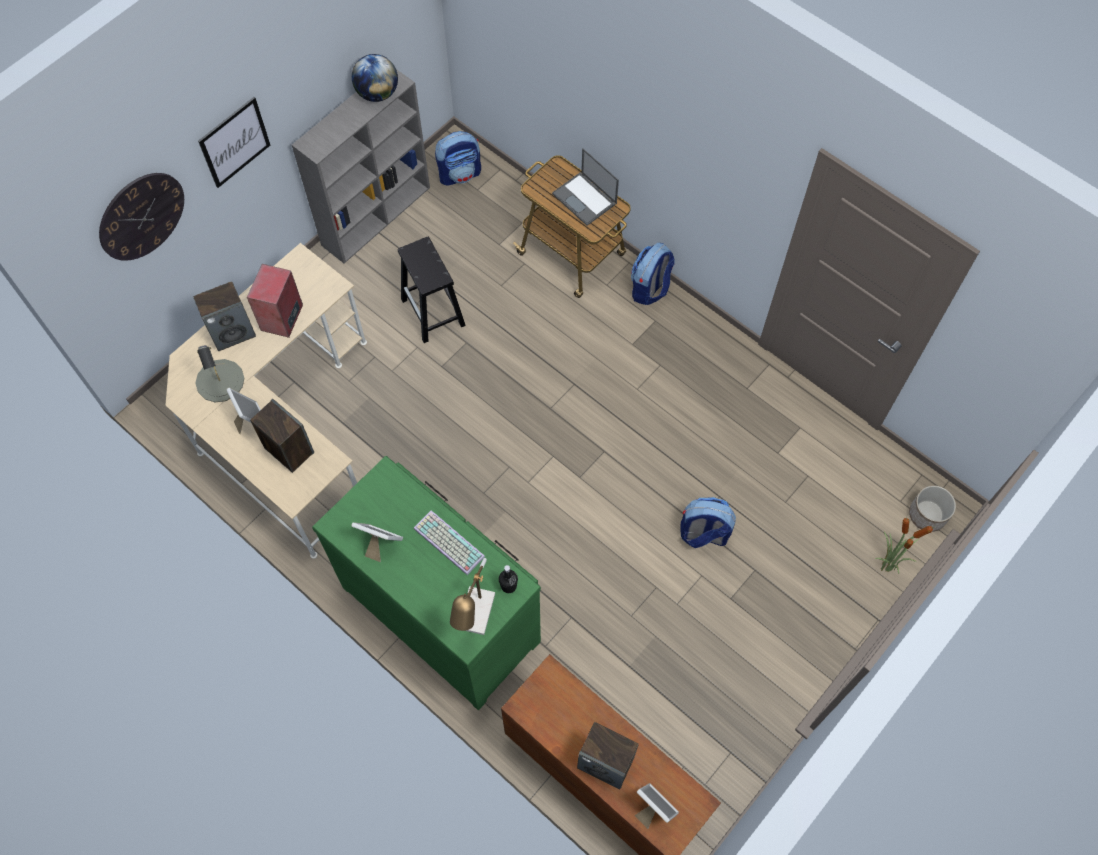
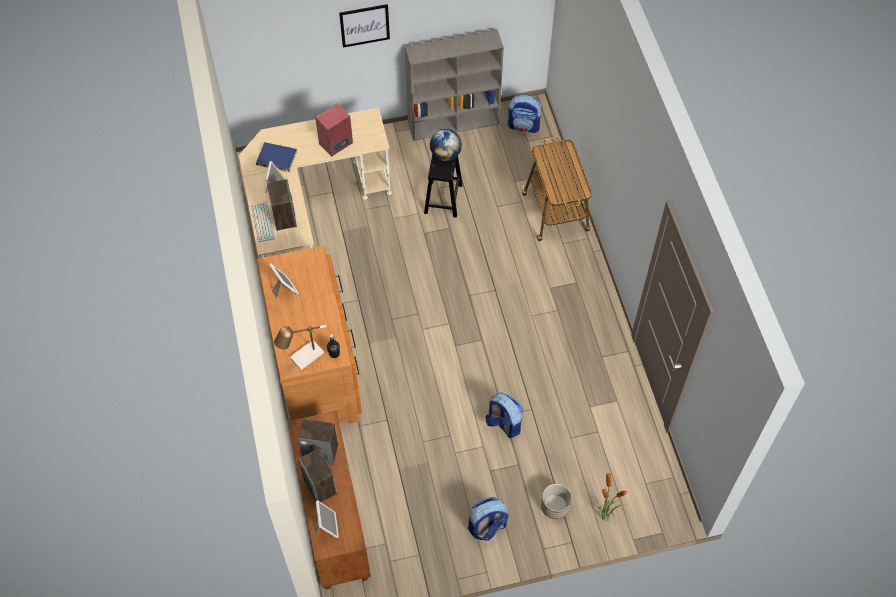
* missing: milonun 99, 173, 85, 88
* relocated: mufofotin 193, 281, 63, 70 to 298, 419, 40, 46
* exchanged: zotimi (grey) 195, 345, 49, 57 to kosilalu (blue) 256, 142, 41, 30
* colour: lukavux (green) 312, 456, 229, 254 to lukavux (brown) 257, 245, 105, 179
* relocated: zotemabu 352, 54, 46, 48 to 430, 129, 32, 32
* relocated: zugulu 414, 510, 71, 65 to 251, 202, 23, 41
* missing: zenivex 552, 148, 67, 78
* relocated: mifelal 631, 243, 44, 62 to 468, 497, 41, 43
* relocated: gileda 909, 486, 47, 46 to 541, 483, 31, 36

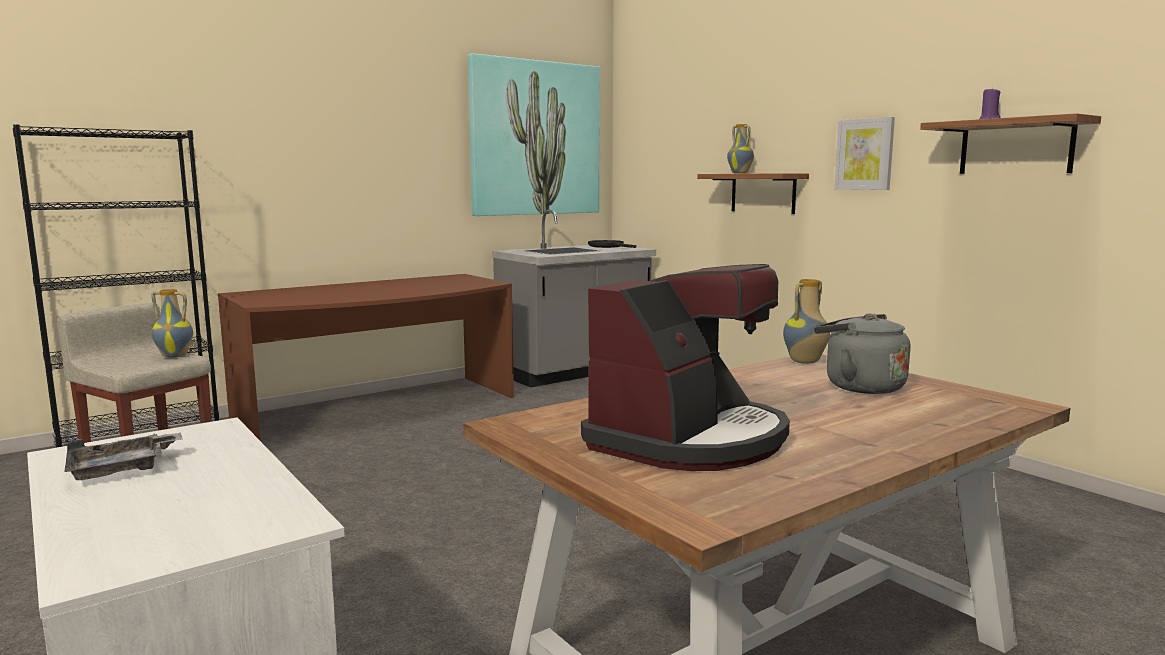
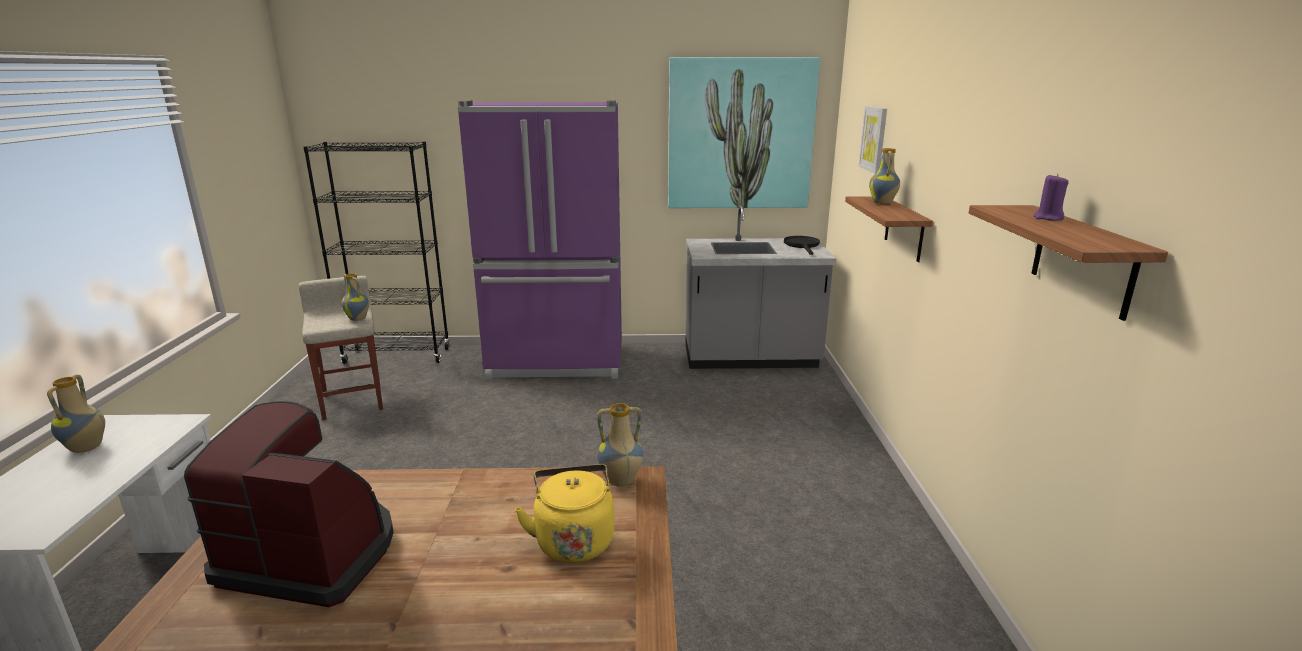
* exchanged: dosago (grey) 65, 432, 118, 48 to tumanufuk 47, 375, 58, 78
* exchanged: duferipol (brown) 218, 274, 296, 166 to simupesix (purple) 458, 100, 164, 280
* spun: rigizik 581, 264, 209, 207 = 184, 401, 210, 206 150 degrees counterclockwise
* colour: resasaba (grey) 814, 313, 97, 81 to resasaba (yellow) 515, 464, 99, 99
* relocated: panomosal 834, 117, 61, 73 to 859, 106, 28, 68

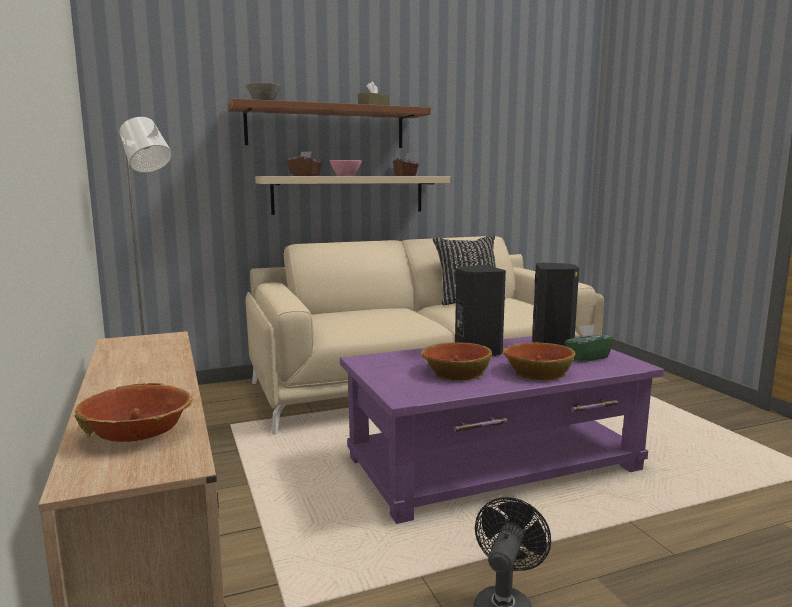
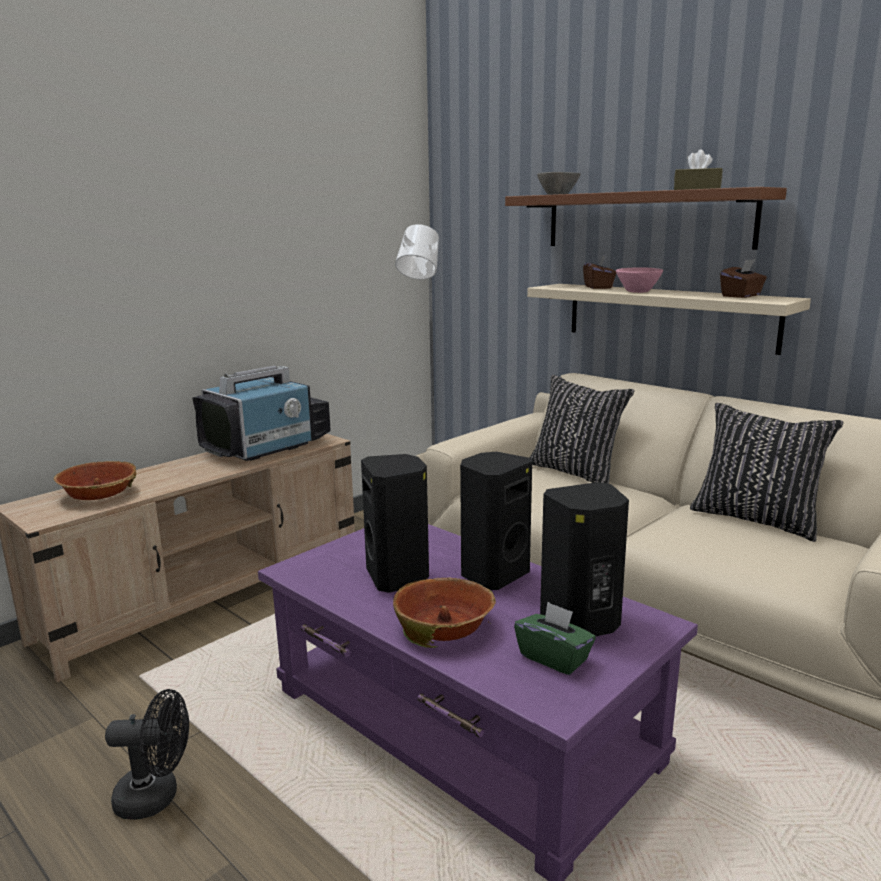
* exchanged: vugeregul 421, 342, 71, 39 to mufofotin (black) 361, 454, 68, 139
* appeared: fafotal 193, 365, 138, 96
* appeared: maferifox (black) 529, 375, 105, 109

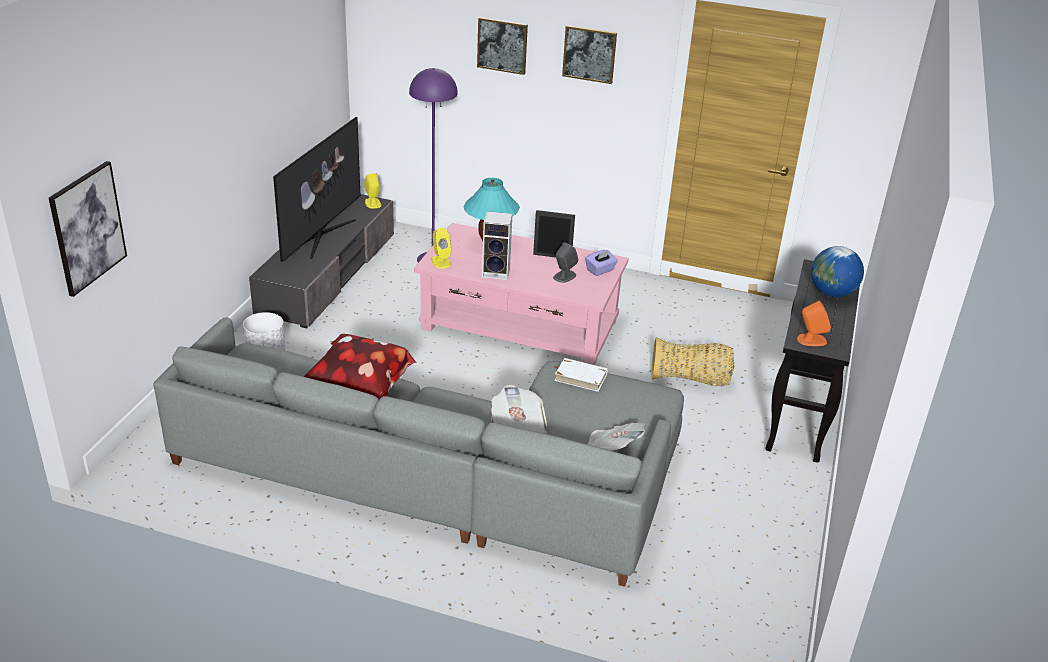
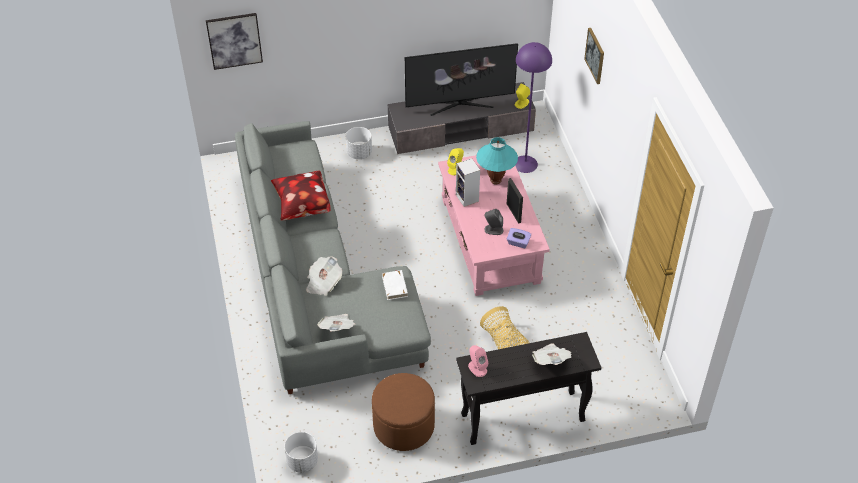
* missing: panomosal 562, 25, 55, 59
* colour: mufofotin (orange) 797, 301, 34, 45 to mufofotin (pink) 468, 345, 20, 32
* exchanged: zotemabu 811, 246, 53, 51 to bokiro 532, 344, 39, 21
* appeared: gileda (white) 284, 432, 34, 41
* appeared: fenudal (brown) 372, 373, 63, 78

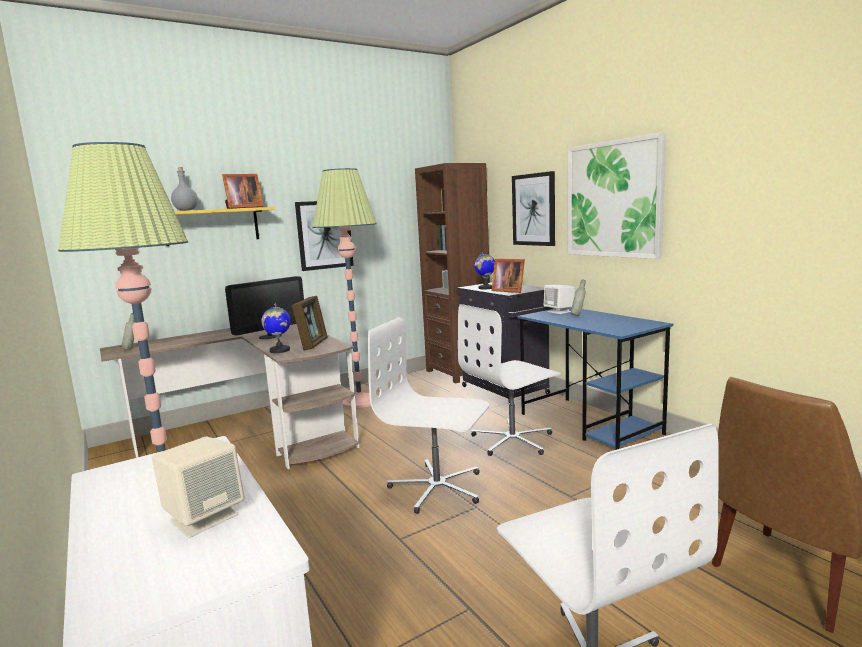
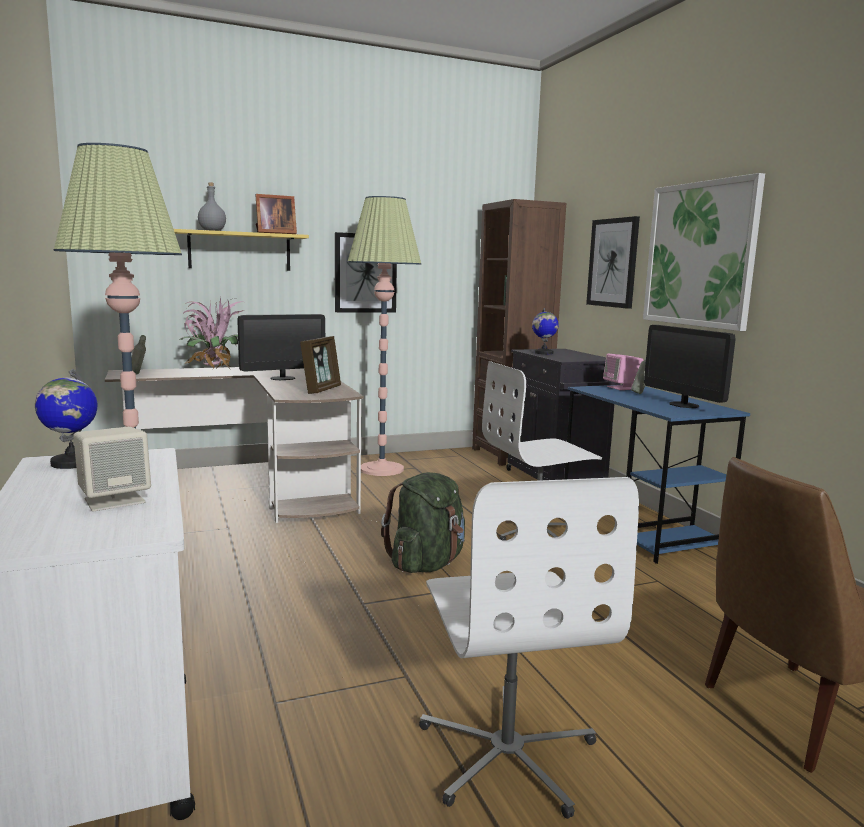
* relocated: zotemabu 261, 303, 30, 50 to 35, 369, 62, 100
* exchanged: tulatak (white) 368, 317, 121, 197 to mifelal (green) 381, 472, 84, 101
* missing: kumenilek 491, 259, 34, 34
* colour: mufofotin (white) 544, 285, 31, 29 to mufofotin (pink) 603, 354, 40, 36
* appeared: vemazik 180, 296, 65, 74
* appeared: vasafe 644, 325, 92, 83

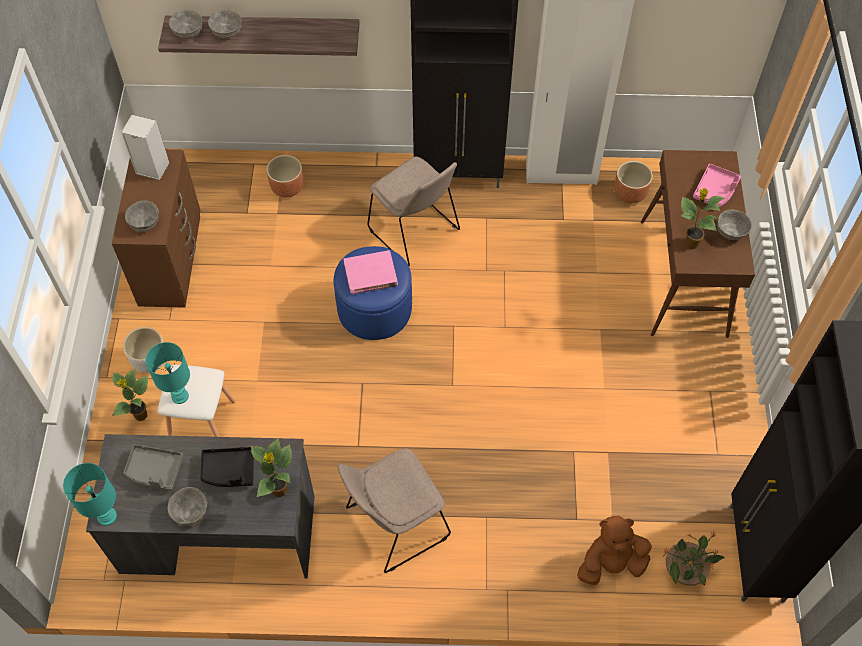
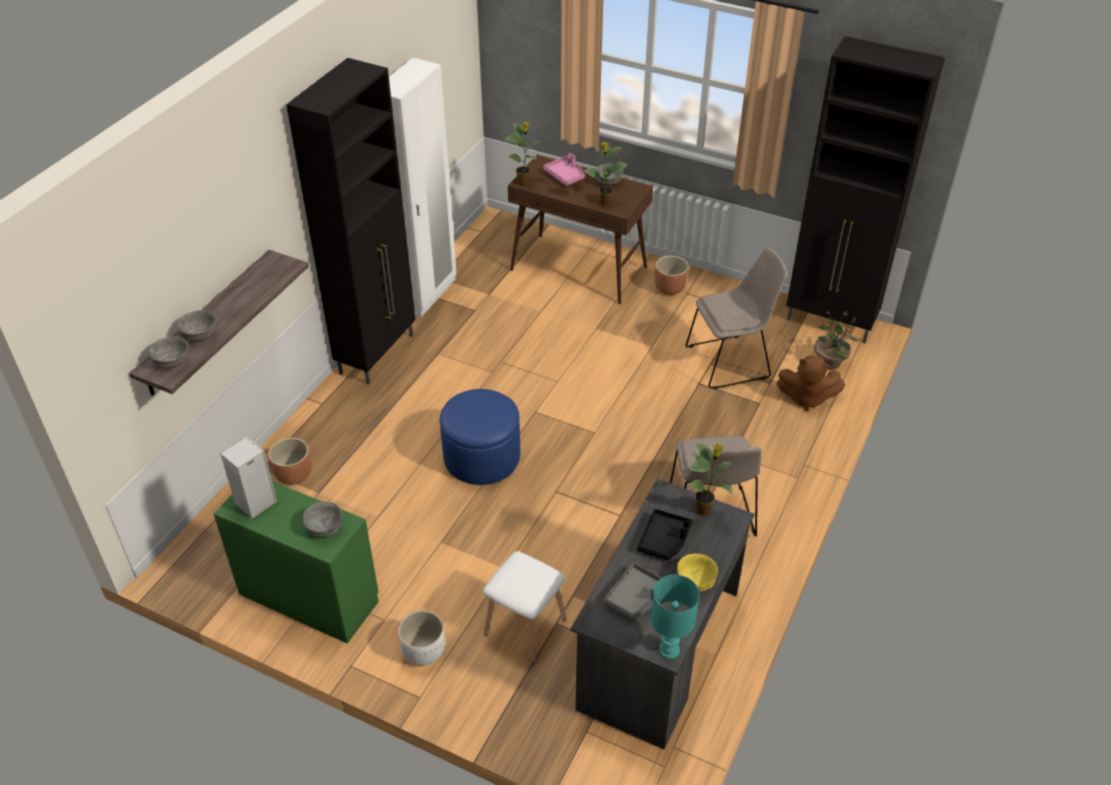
* colour: lukavux (brown) 112, 149, 89, 159 to lukavux (green) 214, 481, 165, 163
* relocated: vemazik 112, 369, 36, 52 to 505, 122, 35, 64
* missing: zotimi (turquoise) 146, 342, 44, 62
* colour: vugeregul (grey) 168, 487, 39, 40 to vugeregul (yellow) 677, 553, 41, 39
* missing: kosilalu (pink) 344, 250, 54, 44
* relocated: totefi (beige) 367, 156, 93, 110 to 685, 248, 102, 141
* spun: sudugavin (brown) 577, 516, 75, 69 = 776, 355, 69, 56 90 degrees counterclockwise
* relocated: gileda (brown) 614, 161, 39, 43 to 655, 256, 34, 39

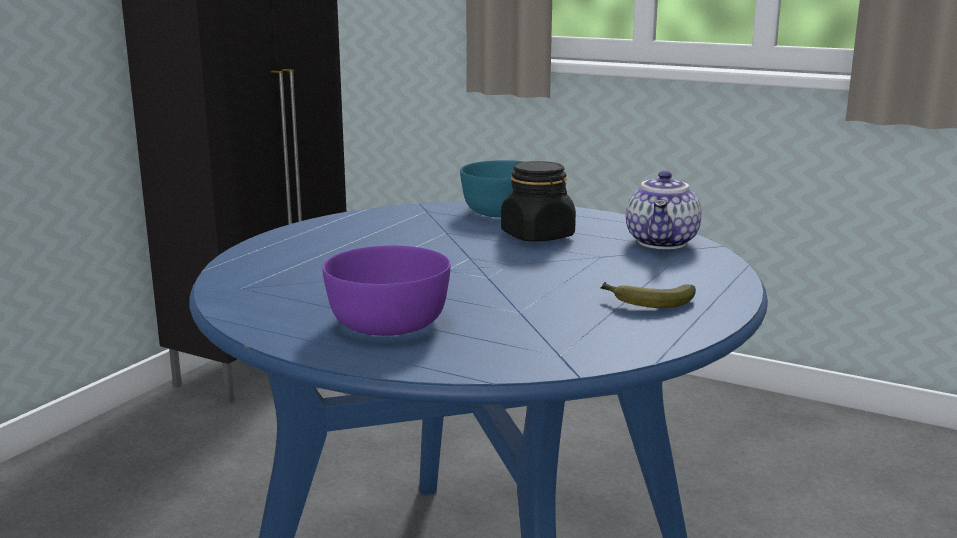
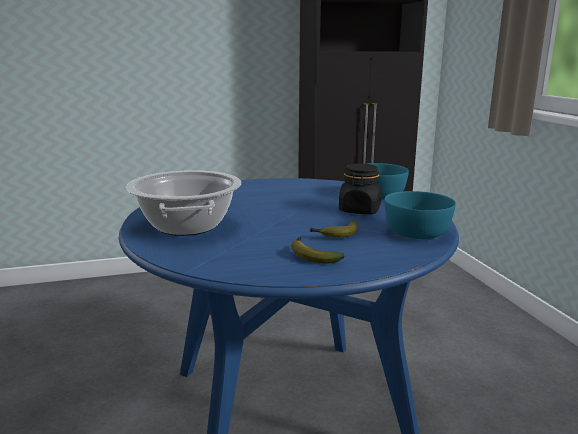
* exchanged: vugeregul (purple) 322, 245, 129, 91 to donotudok 126, 170, 115, 66
* exchanged: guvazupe 626, 171, 75, 78 to vugeregul (turquoise) 384, 191, 72, 48
* appeared: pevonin 310, 221, 48, 16

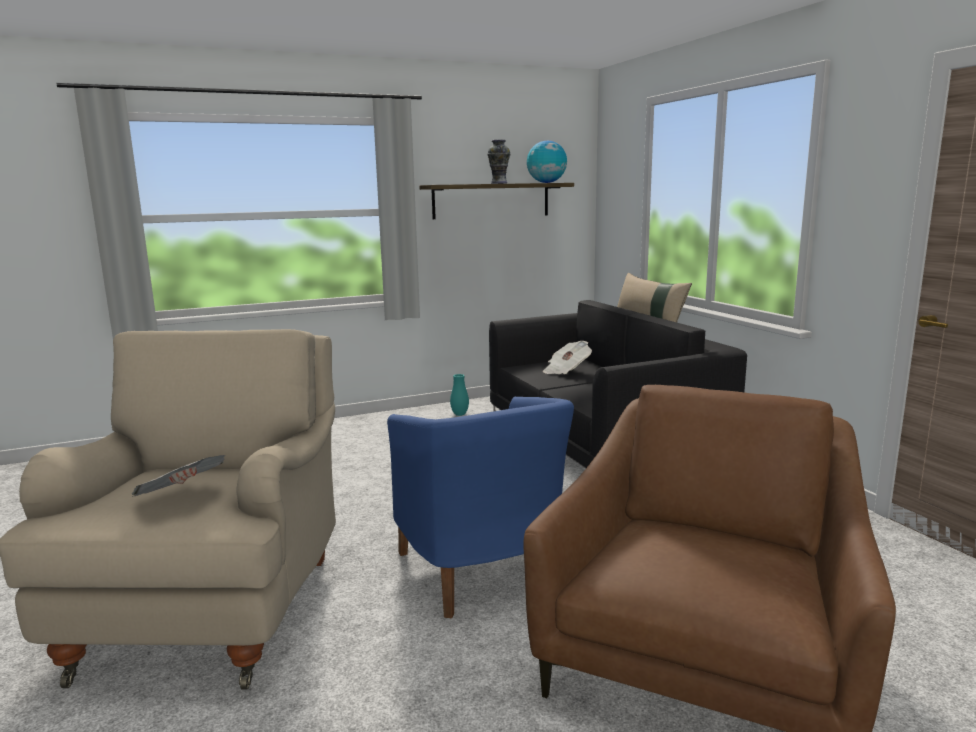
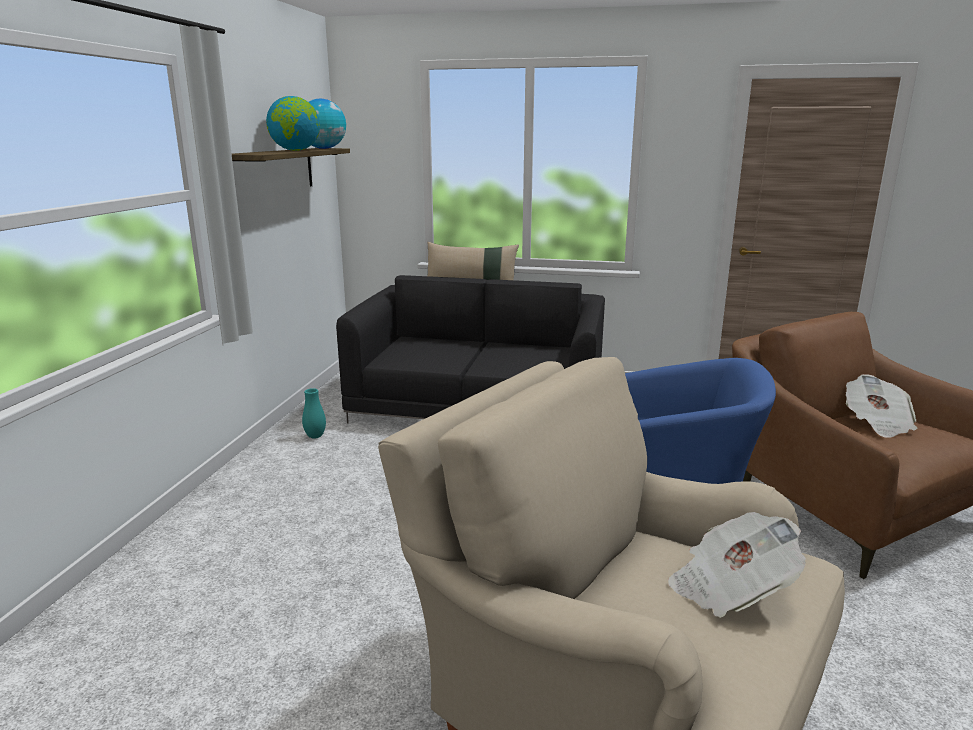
* exchanged: tumanufuk 487, 140, 24, 44 to zotemabu 266, 96, 54, 55
* relocated: bokiro 543, 341, 49, 33 to 846, 374, 71, 64

